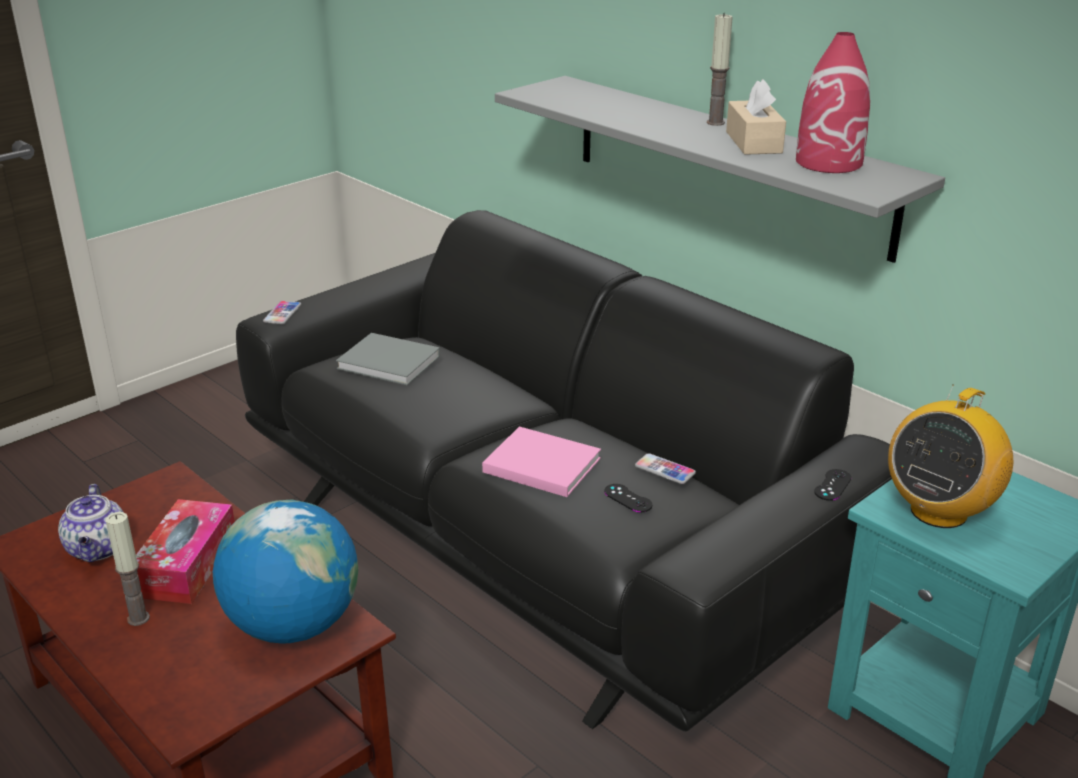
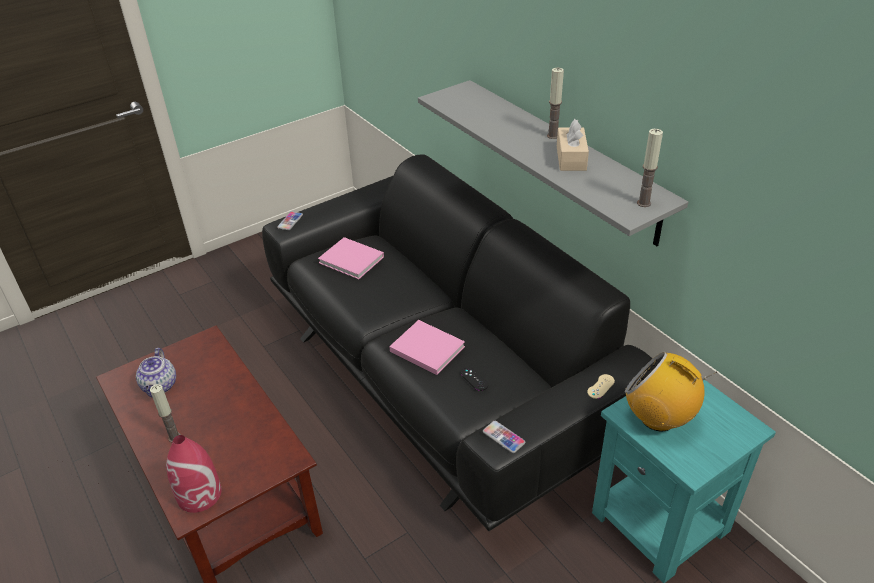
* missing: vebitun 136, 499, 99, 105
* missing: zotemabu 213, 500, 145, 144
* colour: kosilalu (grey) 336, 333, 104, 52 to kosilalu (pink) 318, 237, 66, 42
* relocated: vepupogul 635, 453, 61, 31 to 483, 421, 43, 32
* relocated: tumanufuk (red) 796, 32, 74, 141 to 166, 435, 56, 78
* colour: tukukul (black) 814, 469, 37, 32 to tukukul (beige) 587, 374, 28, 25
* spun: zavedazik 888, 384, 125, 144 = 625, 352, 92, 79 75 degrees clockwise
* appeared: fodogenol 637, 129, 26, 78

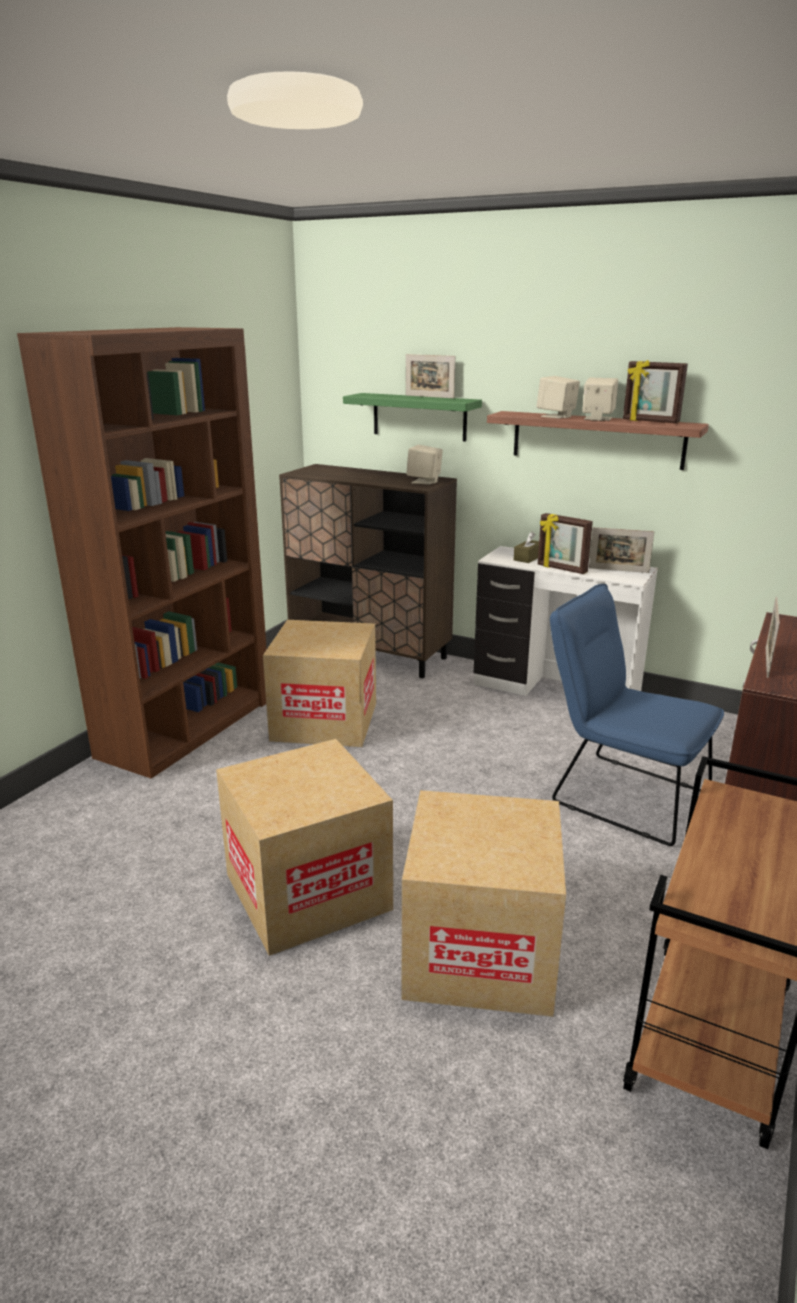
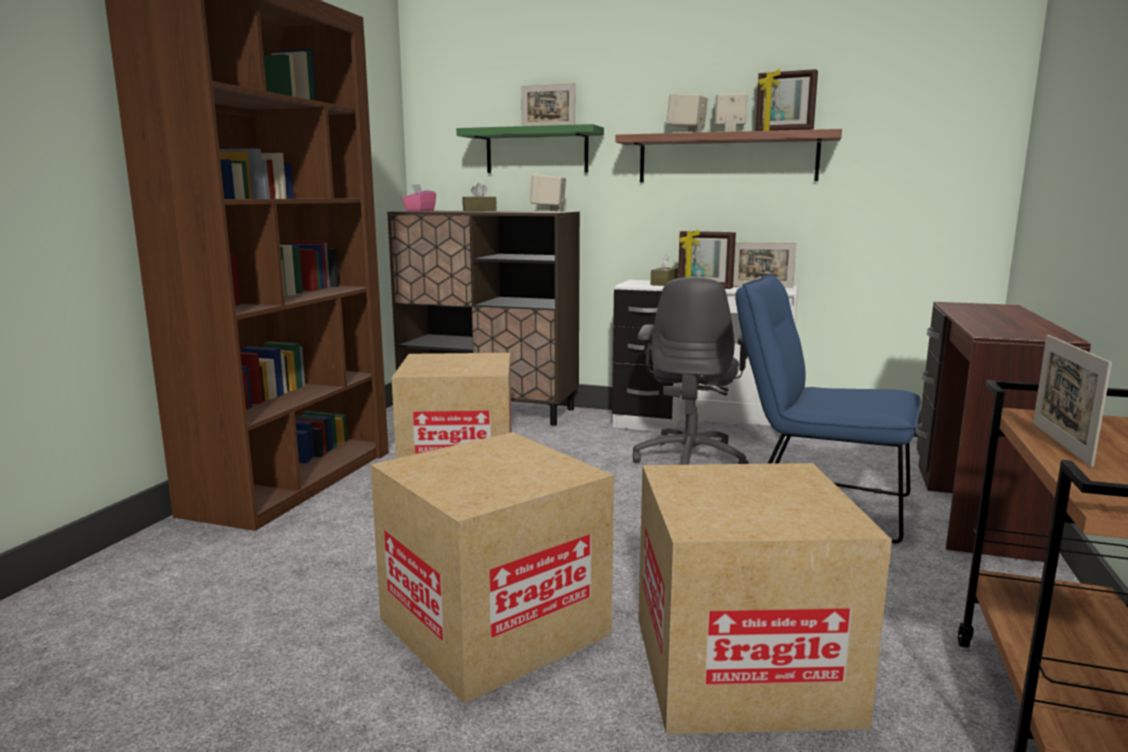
* relocated: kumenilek 766, 597, 14, 81 to 1033, 335, 79, 132
* appeared: vebitun (pink) 402, 184, 34, 27
* appeared: vebitun (brown) 462, 183, 35, 28
* appeared: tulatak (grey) 633, 277, 116, 188

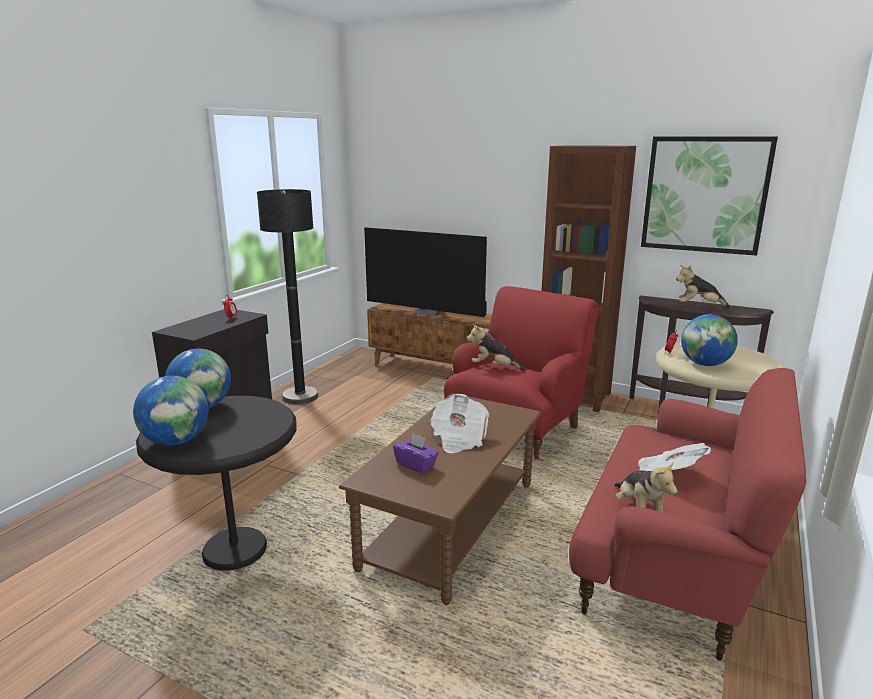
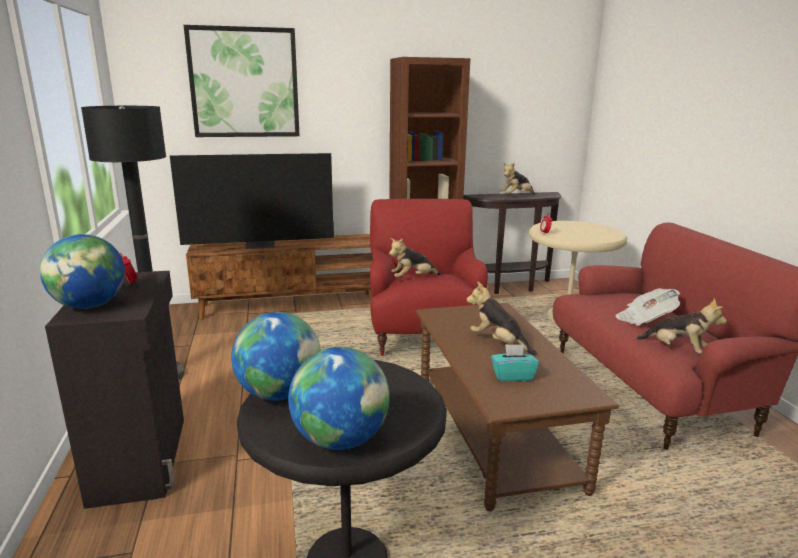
* colour: vebitun (purple) 393, 433, 46, 41 to vebitun (turquoise) 491, 344, 48, 37
* exchanged: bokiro 430, 394, 59, 59 to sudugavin 467, 281, 70, 75
* relocated: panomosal 641, 137, 137, 119 to 184, 25, 116, 112
* relocated: zotemabu 681, 314, 57, 52 to 40, 234, 85, 75

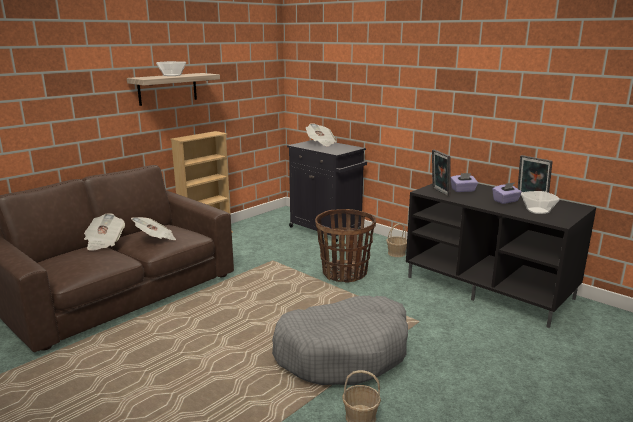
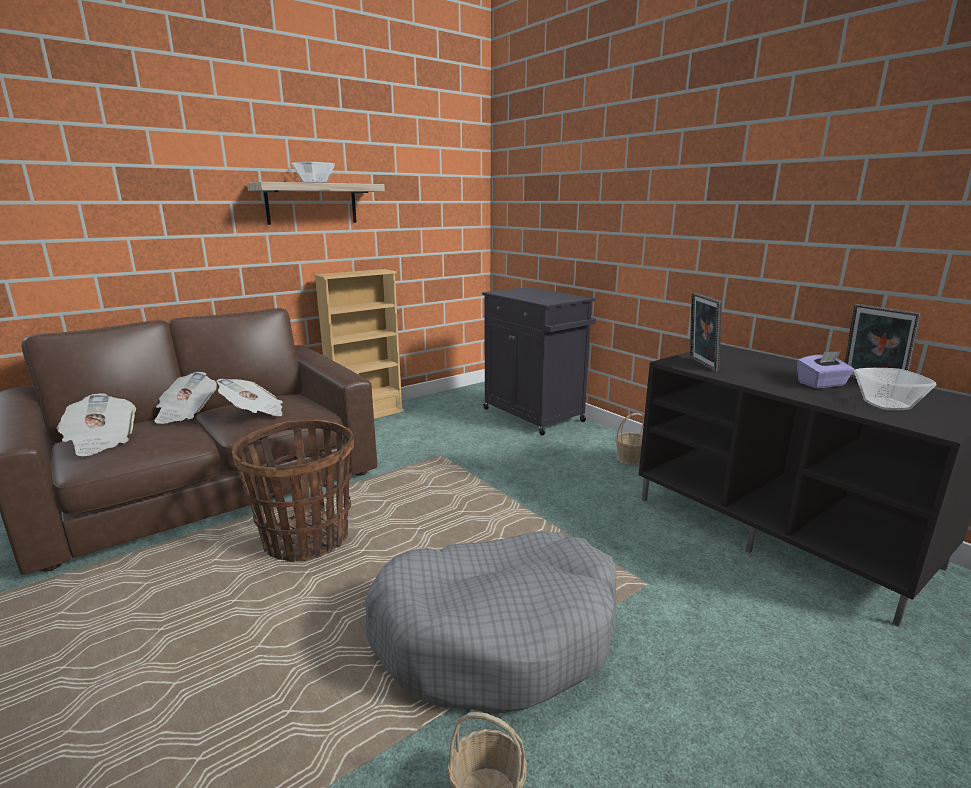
* relocated: bokiro 306, 123, 31, 23 to 57, 394, 79, 63
* relocated: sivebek 315, 209, 61, 74 to 232, 420, 122, 142
* missing: vebitun (purple) 450, 173, 28, 19

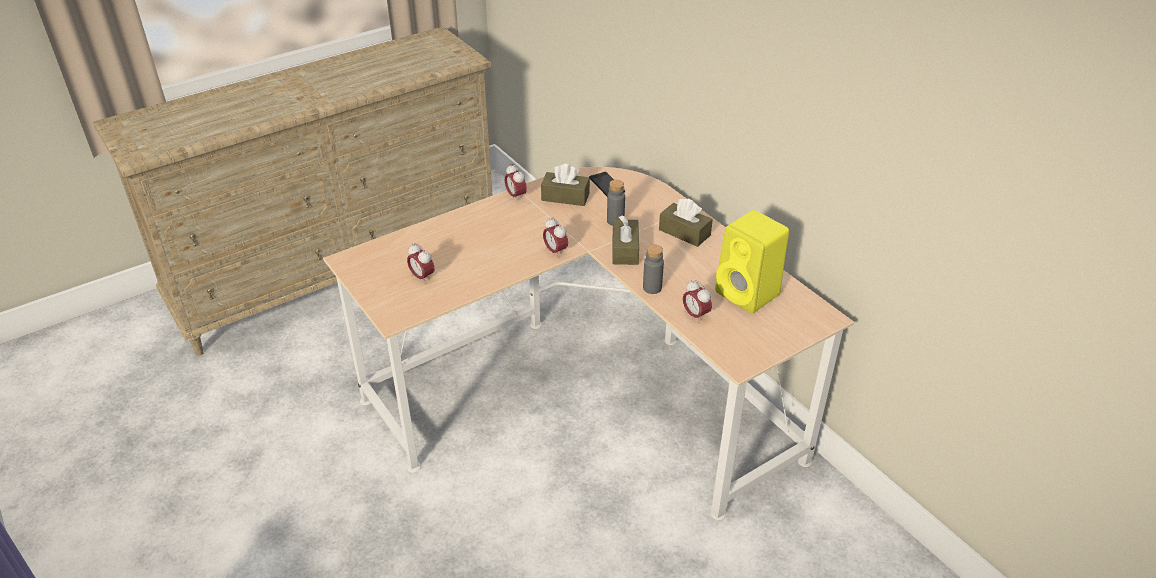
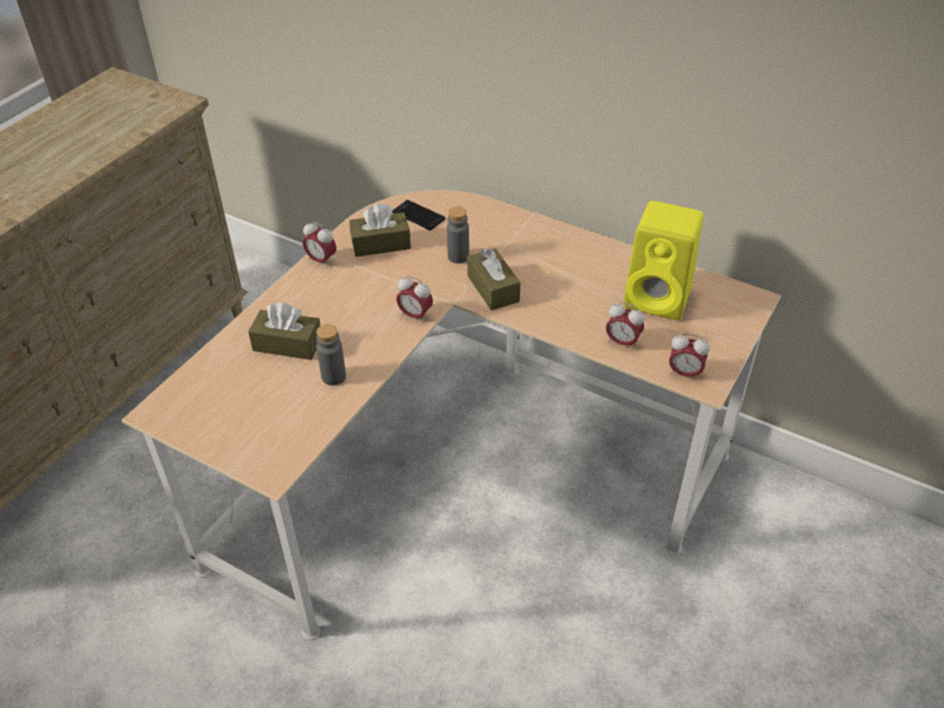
* relocated: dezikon 407, 243, 28, 41 to 669, 333, 41, 47
* relocated: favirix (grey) 643, 245, 21, 49 to 316, 324, 30, 61
* relocated: vebitun (brown) 659, 198, 54, 49 to 248, 303, 72, 57

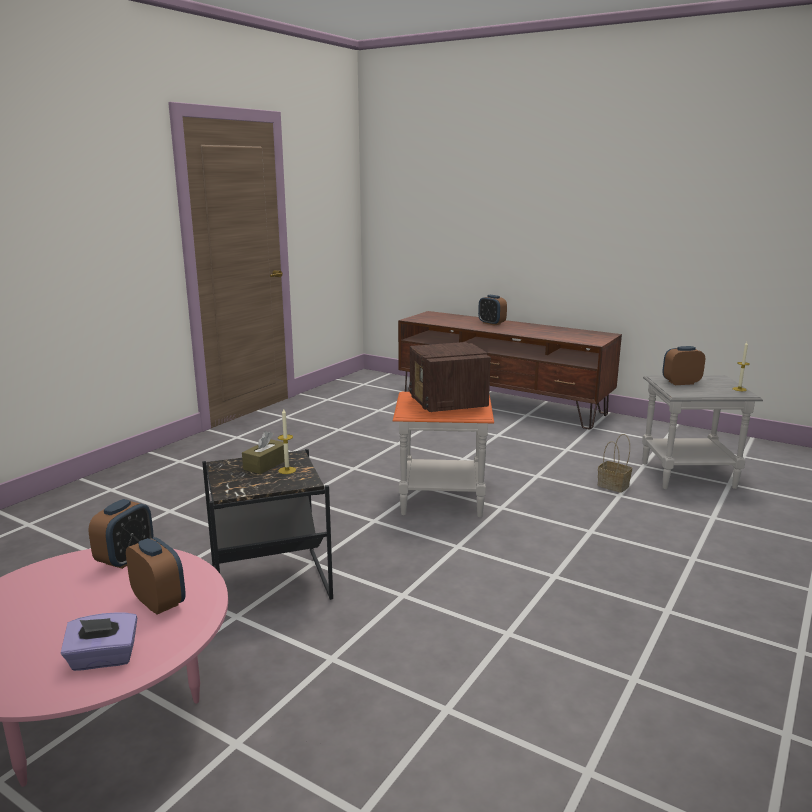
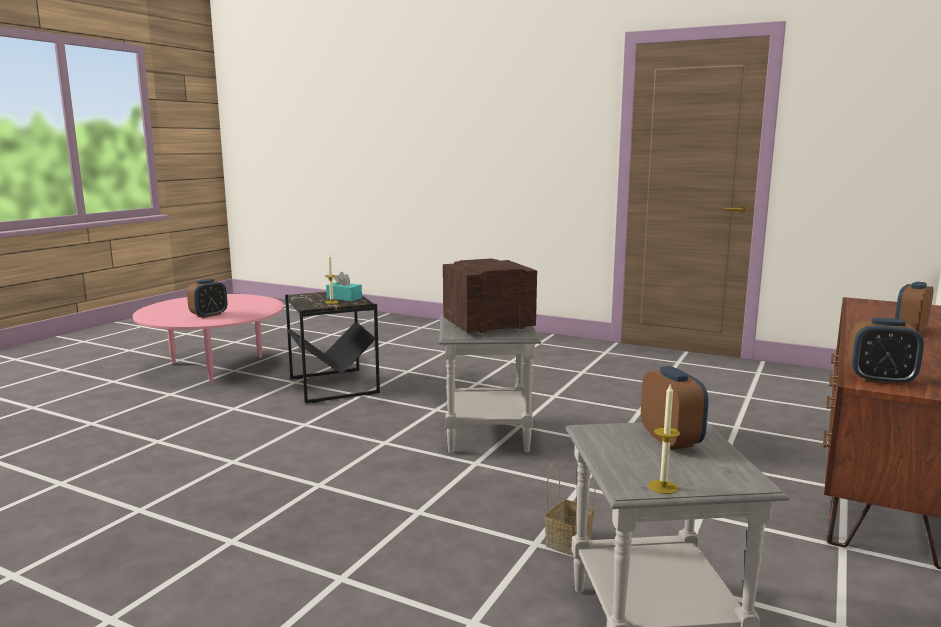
* missing: vebitun (purple) 61, 613, 76, 58
* relocated: dezikon 89, 499, 64, 70 to 848, 318, 76, 67
* colour: vebitun (brown) 242, 431, 43, 43 to vebitun (turquoise) 326, 272, 36, 29
* colour: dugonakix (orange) 393, 392, 101, 125 to dugonakix (grey) 439, 315, 102, 138

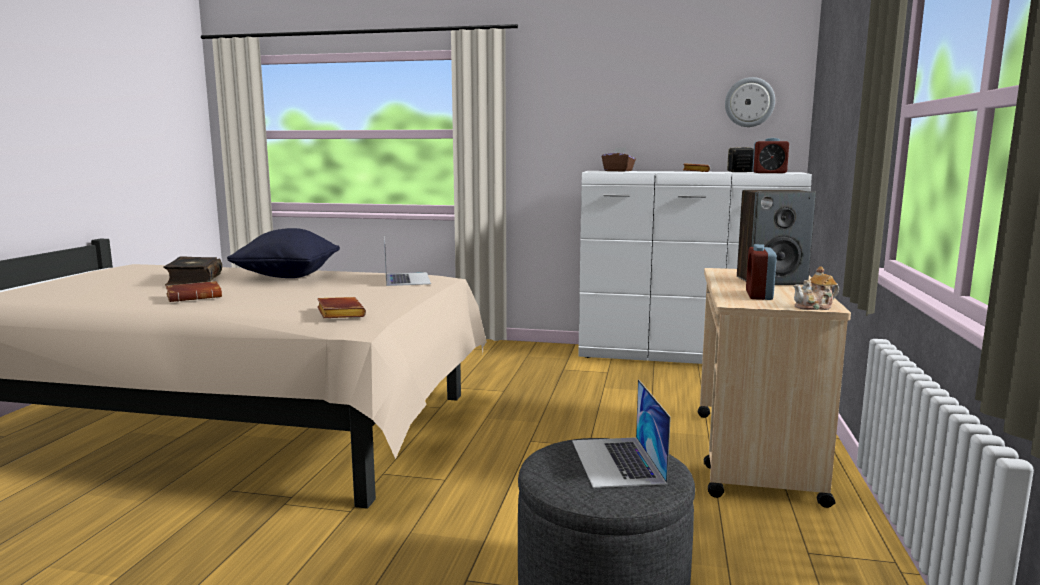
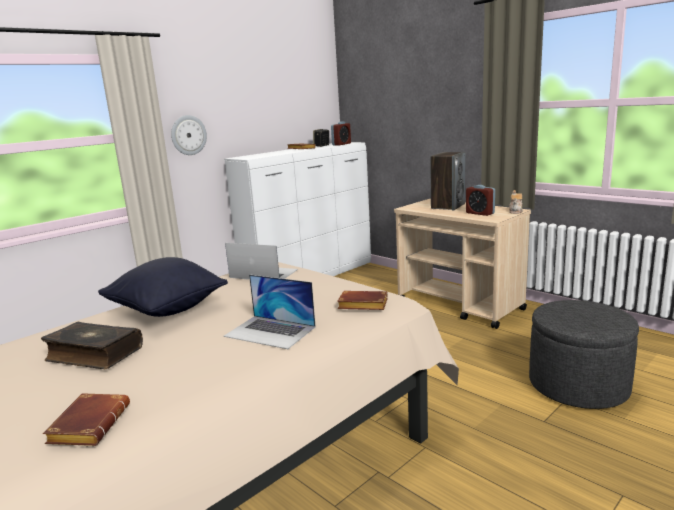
* relocated: kosilalu (brown) 166, 281, 56, 21 to 43, 393, 87, 53
* relocated: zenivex 572, 379, 99, 109 to 224, 274, 92, 75
* missing: vebitun (brown) 602, 147, 34, 25
* relocated: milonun 725, 77, 50, 50 to 171, 115, 36, 40

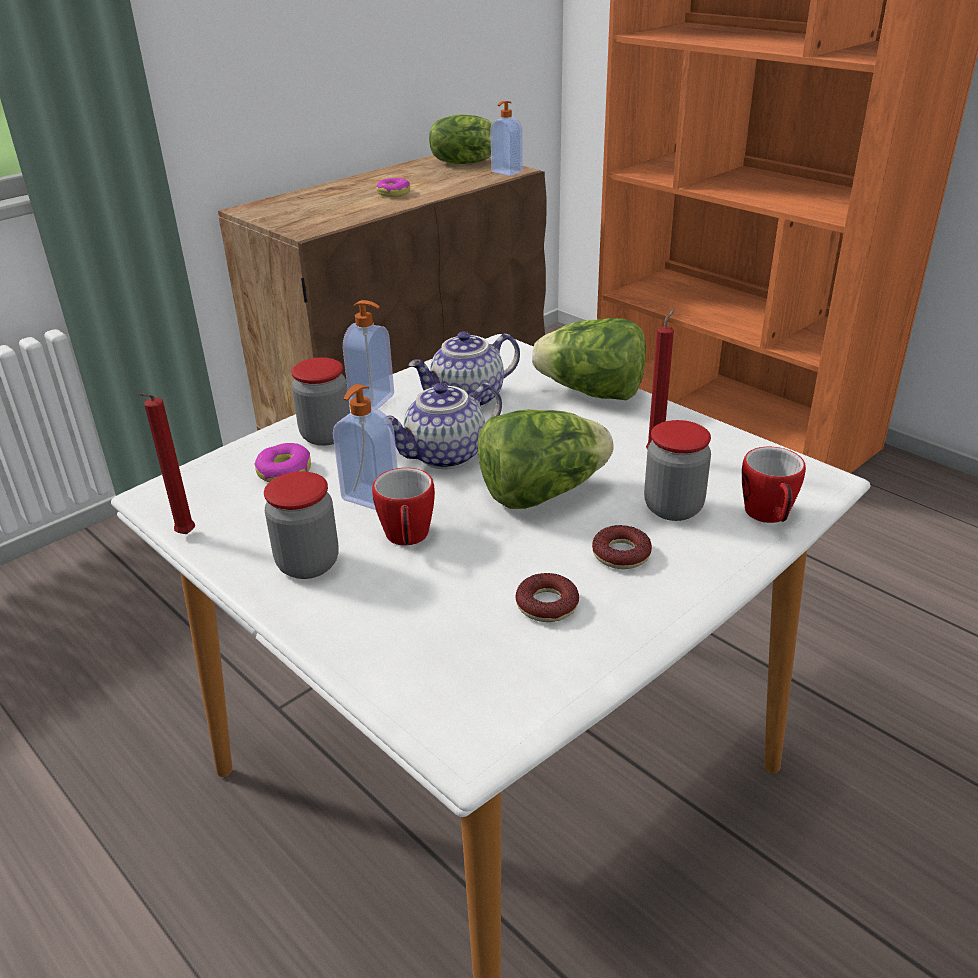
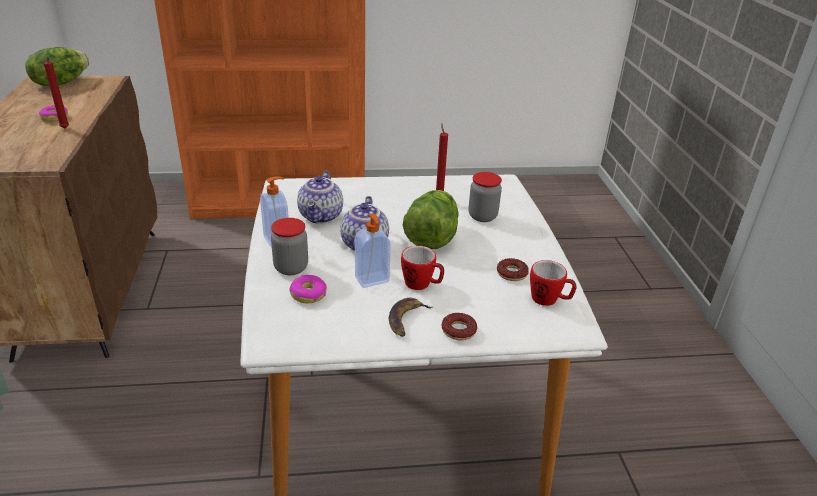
* relocated: fodogenol (red) 138, 393, 57, 141 to 44, 57, 25, 71
* exchanged: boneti 264, 471, 75, 108 to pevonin 389, 298, 43, 39
* missing: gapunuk 490, 101, 33, 75
* missing: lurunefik 532, 318, 114, 82
* relocated: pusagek 592, 525, 60, 44 to 442, 313, 35, 27
* relocated: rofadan 742, 447, 64, 76 to 530, 260, 47, 46

